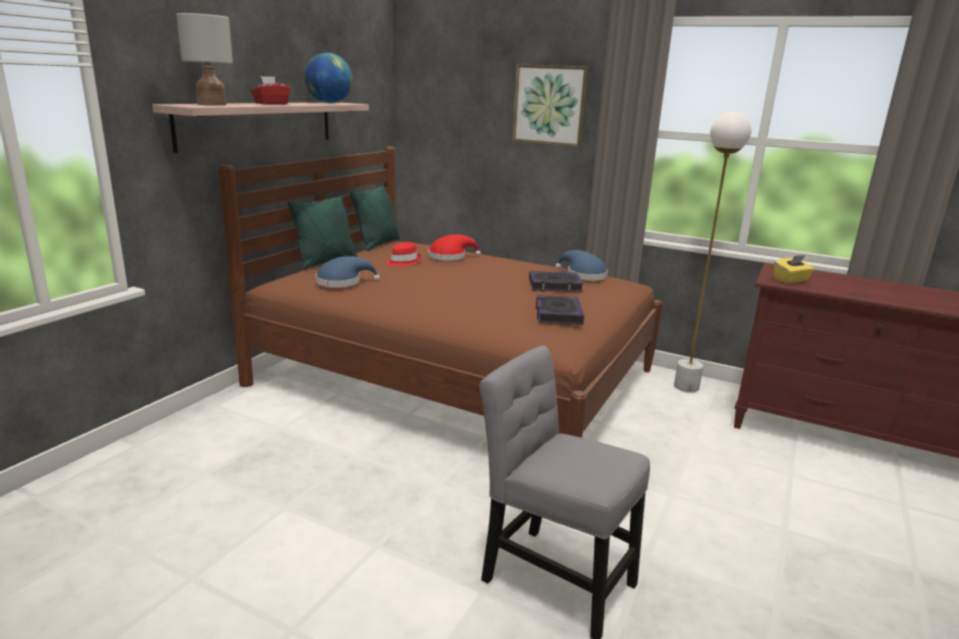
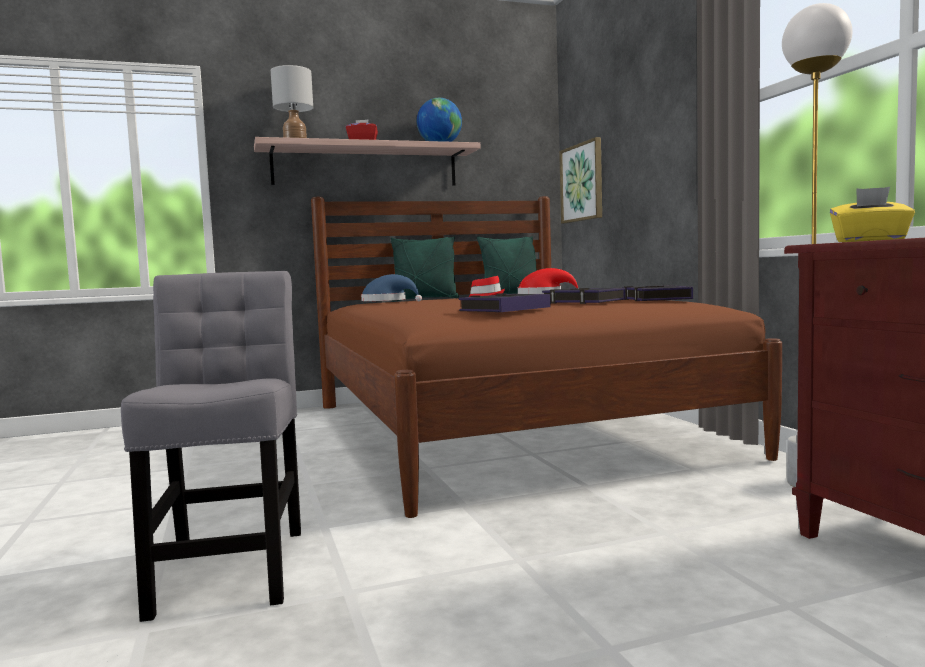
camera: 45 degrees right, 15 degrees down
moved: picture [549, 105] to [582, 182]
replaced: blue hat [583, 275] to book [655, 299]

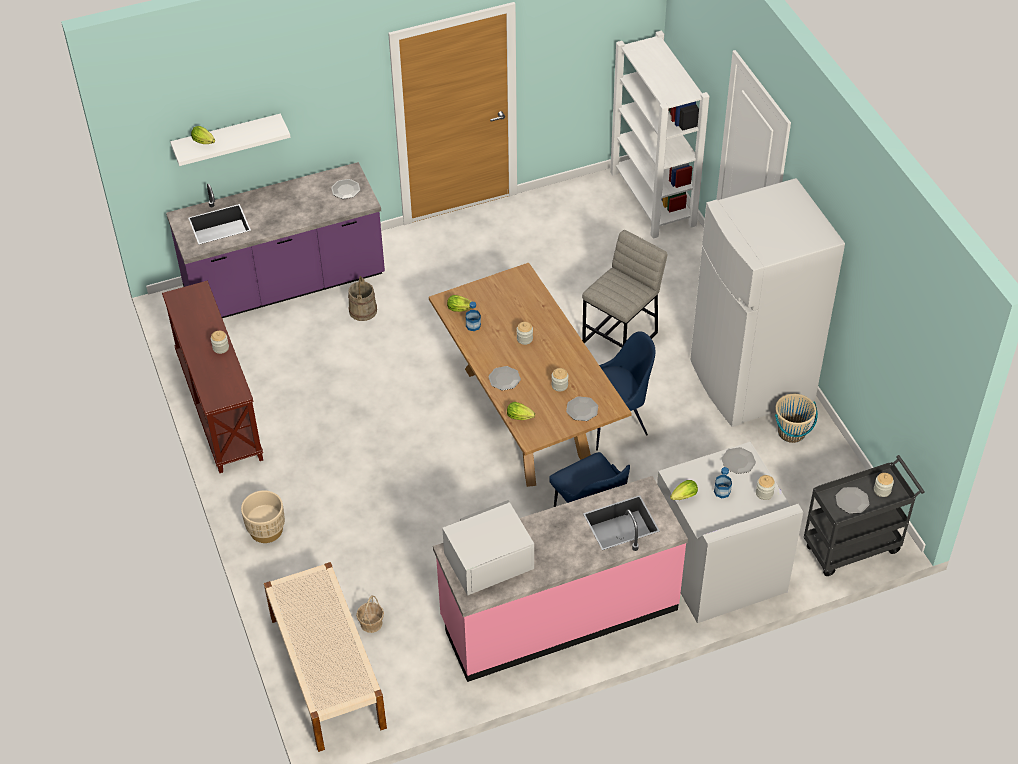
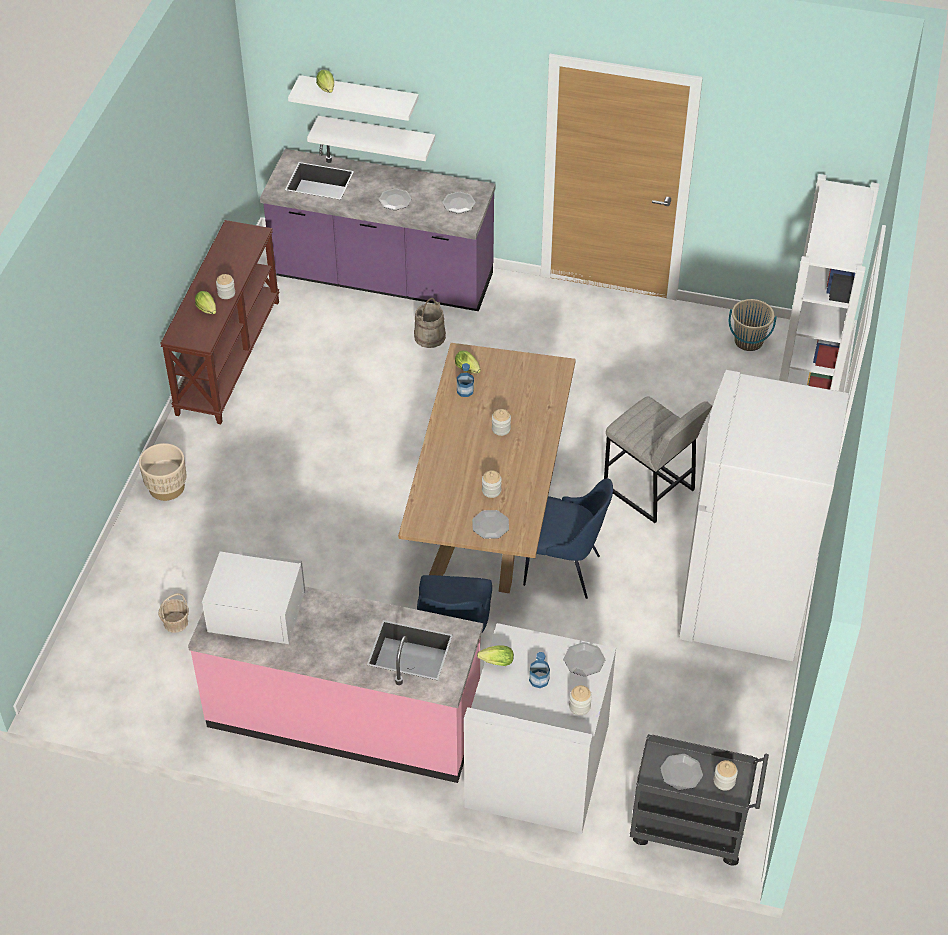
camera: 35 degrees right, 0 degrees up
removed: beige bench [326, 672]
added: white shelf [377, 137]
moved: lettuce [521, 417] to [208, 310]; plate [504, 379] to [395, 200]; beige bucket [791, 432] to [748, 341]
turned: grey chair [621, 336] = [650, 489] 60 degrees clockwise

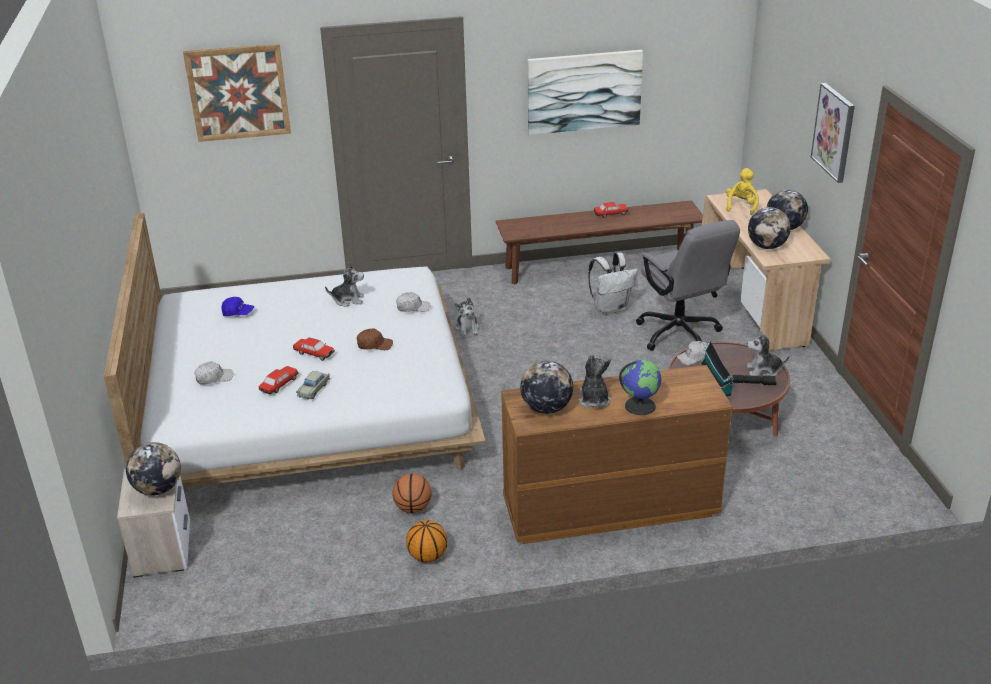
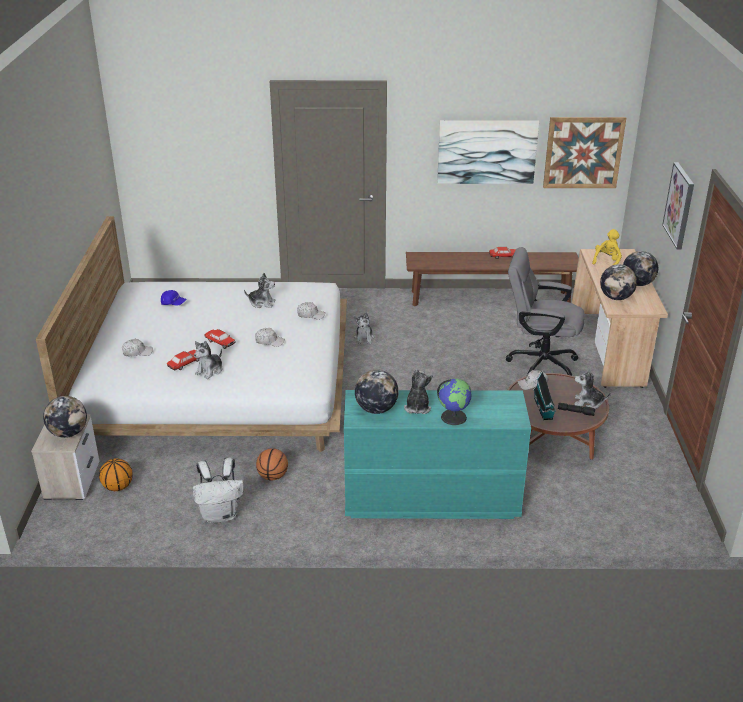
camera: 10 degrees right, 0 degrees up
moved: basketball [427, 556] to [118, 487]; white backpack [611, 308] to [221, 514]; picture [238, 92] to [583, 152]
replaced: beige toy car [314, 389] to plush toy [210, 370]
recoloured: brown cap [374, 345] to white cap [269, 341]; brown dresser [609, 508] to turquoise dresser [430, 499]
turned: grey office chair [681, 336] = [539, 365] 120 degrees clockwise

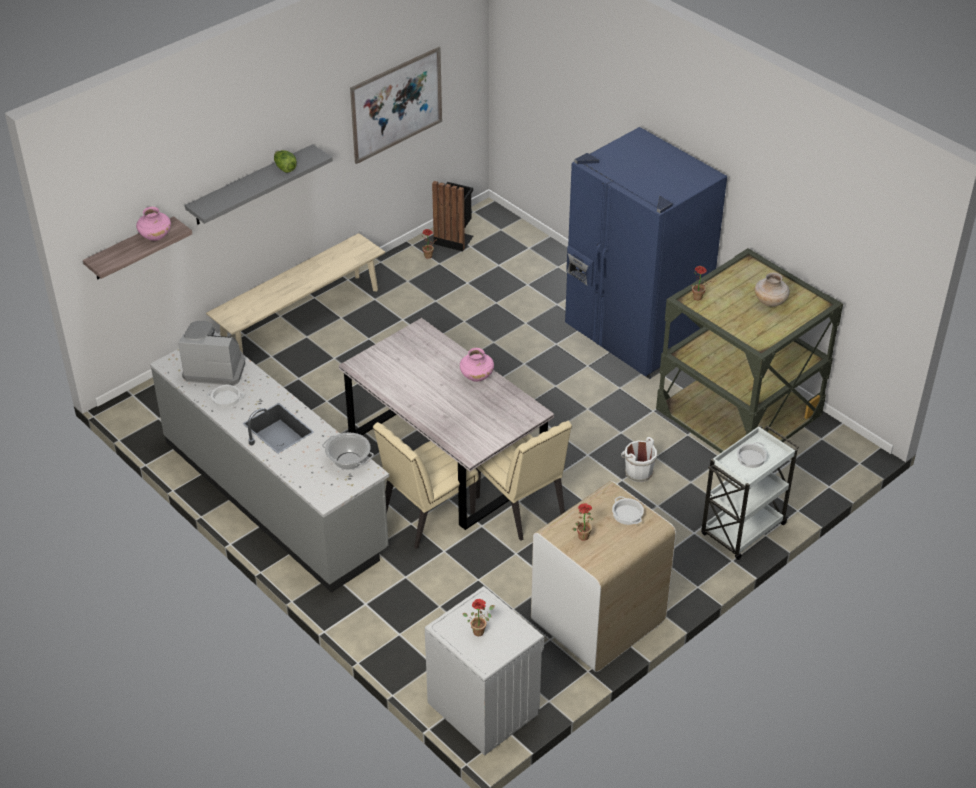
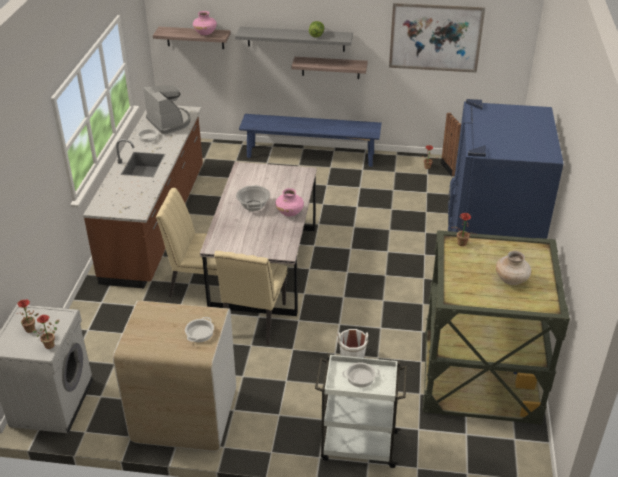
camera: 50 degrees right, 5 degrees down
added: shelf [330, 67]
moved: potted plant [582, 535] to [51, 344]; cooking pot [348, 461] to [253, 206]
recoloured: grey counter [275, 496] to brown counter [157, 222]; beige bench [301, 318] to blue bench [310, 155]

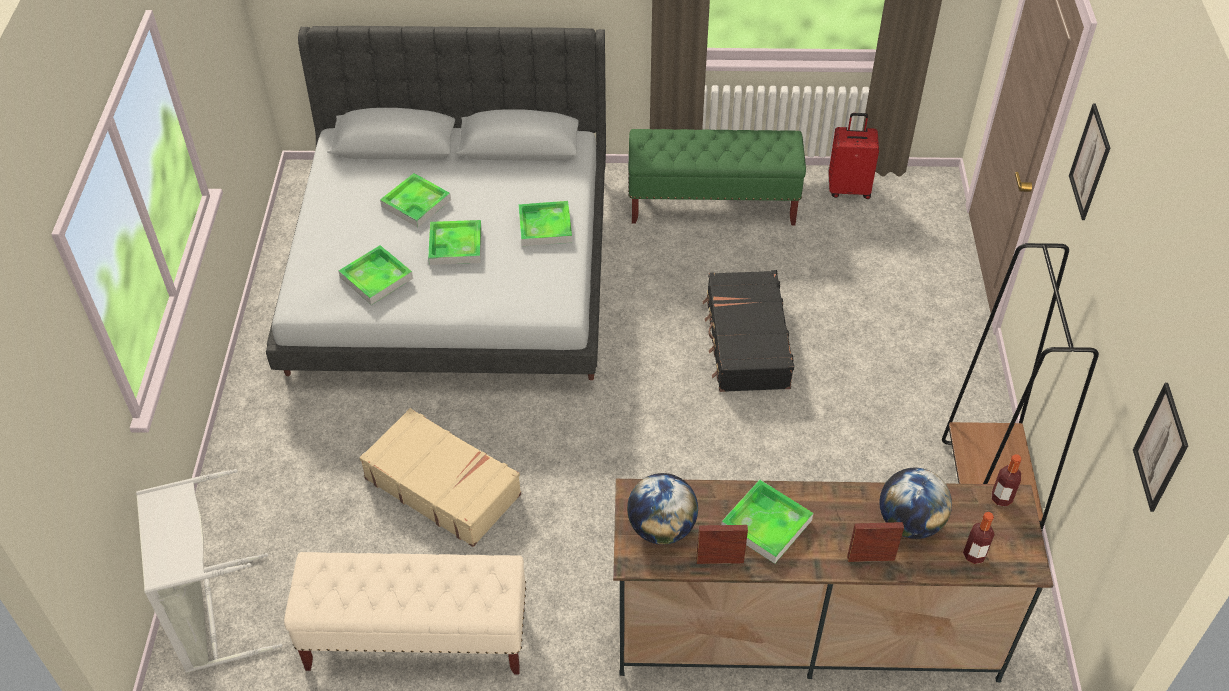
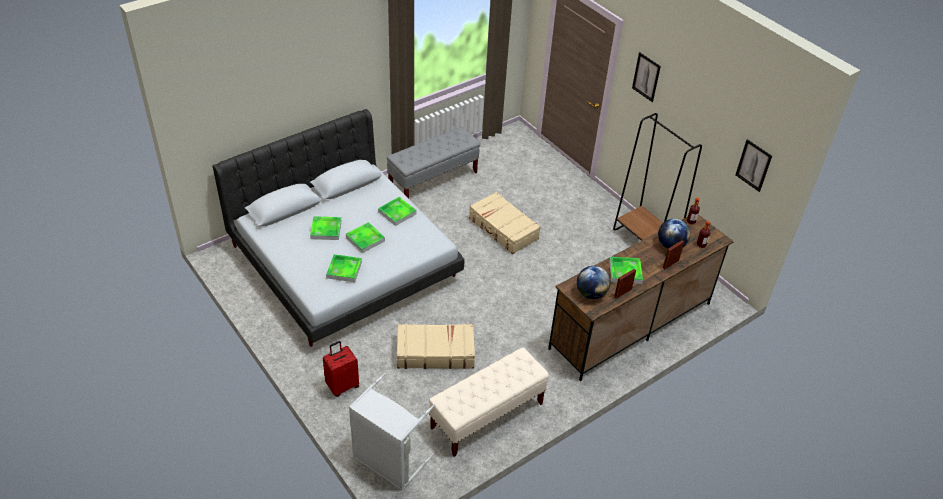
camera: 40 degrees left, 5 degrees down
moved: red suitcase [849, 188] to [342, 386]
recoloured: green bench [713, 204] to grey bench [433, 179]; black suitcase [746, 341] to beige suitcase [503, 229]

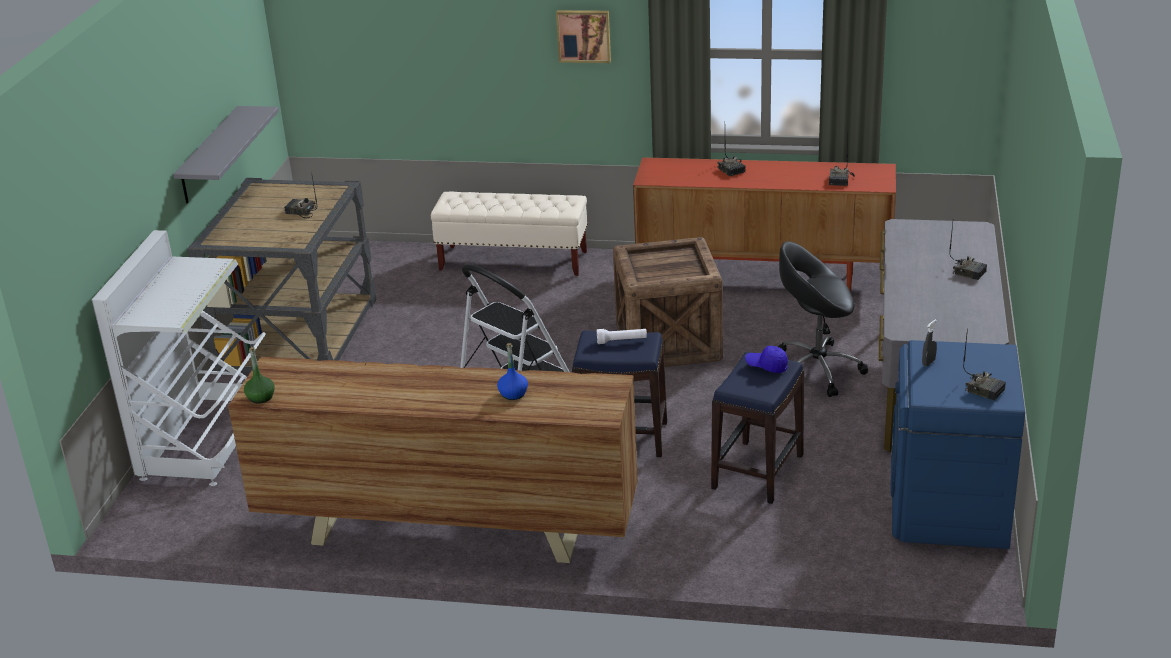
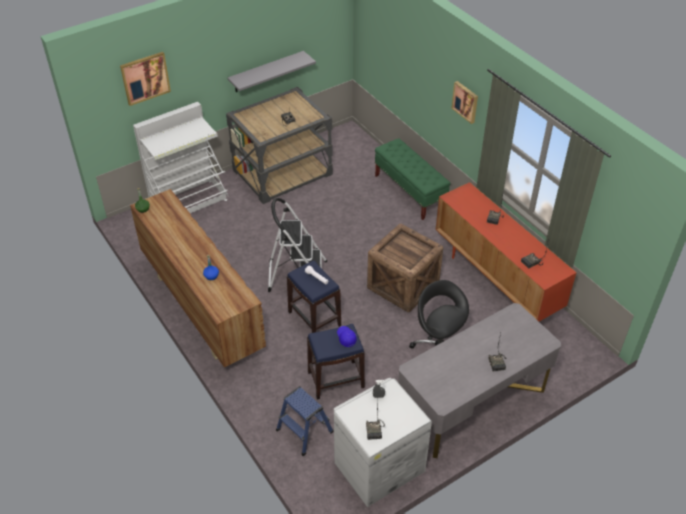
camera: 45 degrees right, 15 degrees up
added: picture [145, 78]; blue step ladder [305, 431]
recoloured: blue washing machine [947, 507] to white washing machine [376, 465]; beige bench [513, 261] to green bench [410, 192]

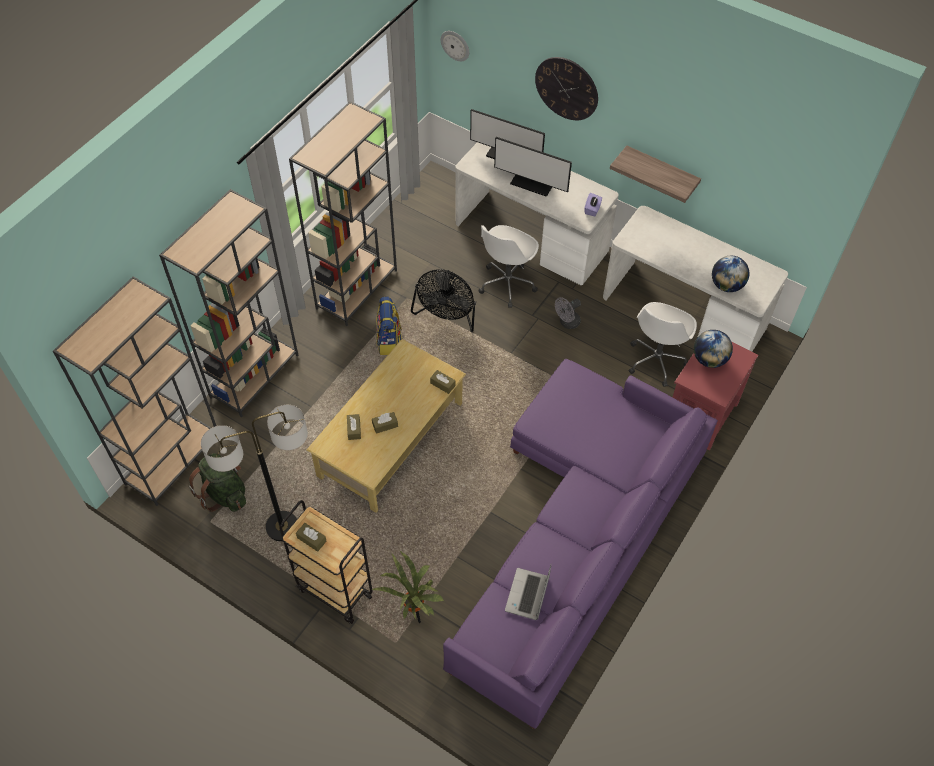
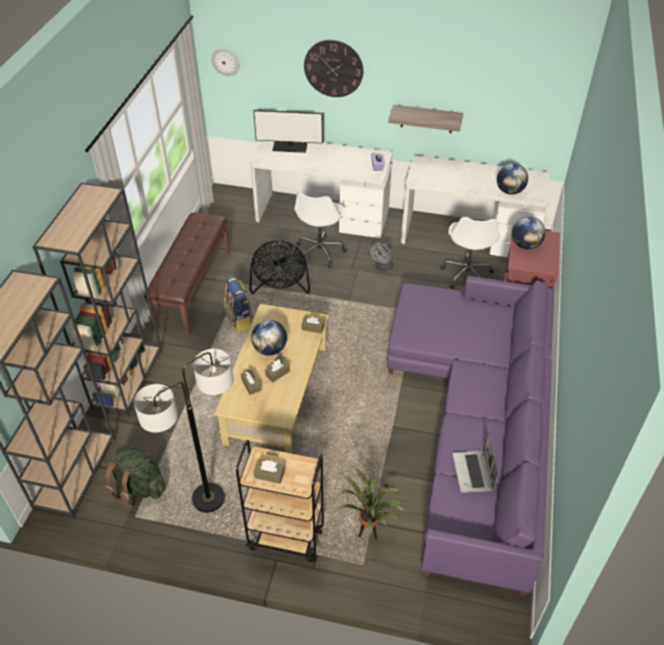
camera: 20 degrees left, 10 degrees down
removed: monitor [531, 184]
added: globe [270, 349]
replaced: bookcase [356, 289] to brown bench [193, 288]

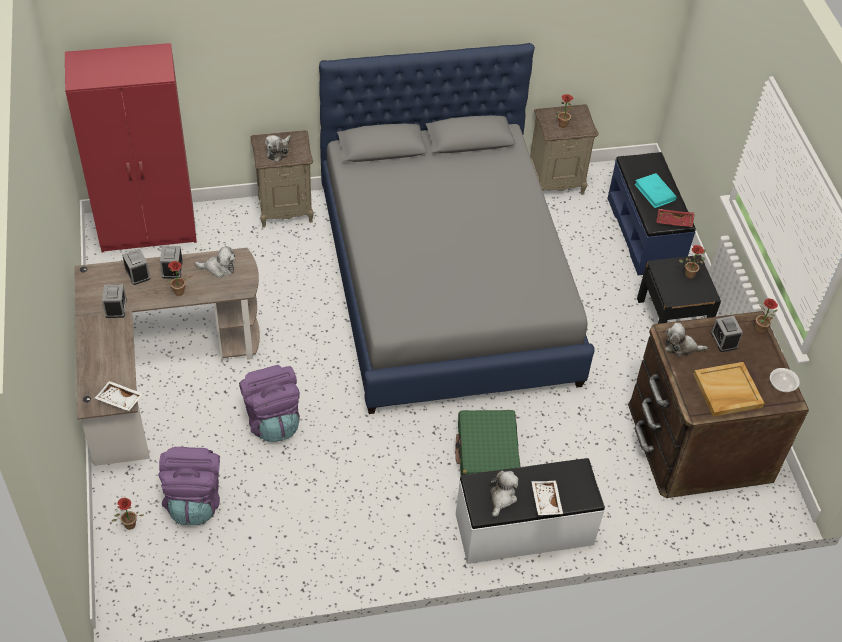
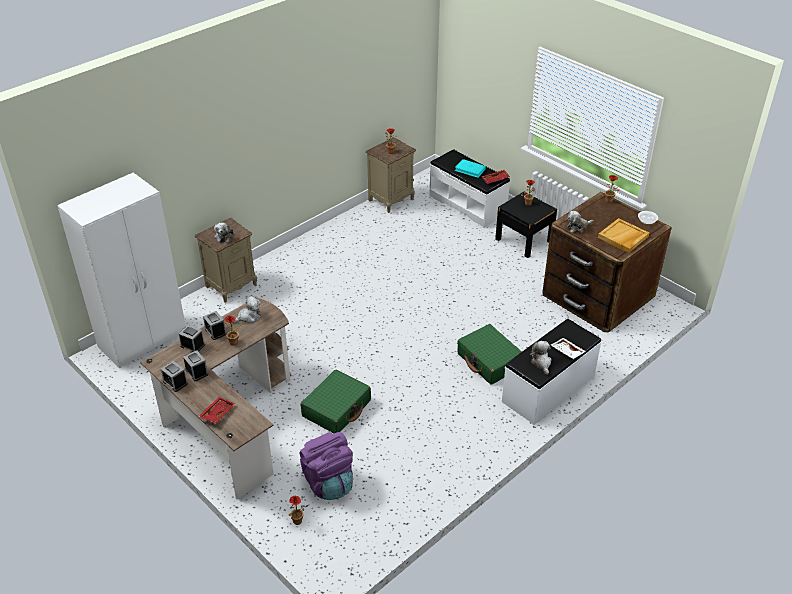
camera: 30 degrees left, 10 degrees down
removed: white tray [119, 400]; grey bed [445, 283]
added: red tray [217, 413]
moved: alarm clock [723, 340] to [175, 382]
replaced: purple backpack [272, 419] to green suitcase [337, 408]
recoloured: red wardrobe [149, 230] to white wardrobe [143, 339]; blue bench [645, 233] to white bench [468, 204]

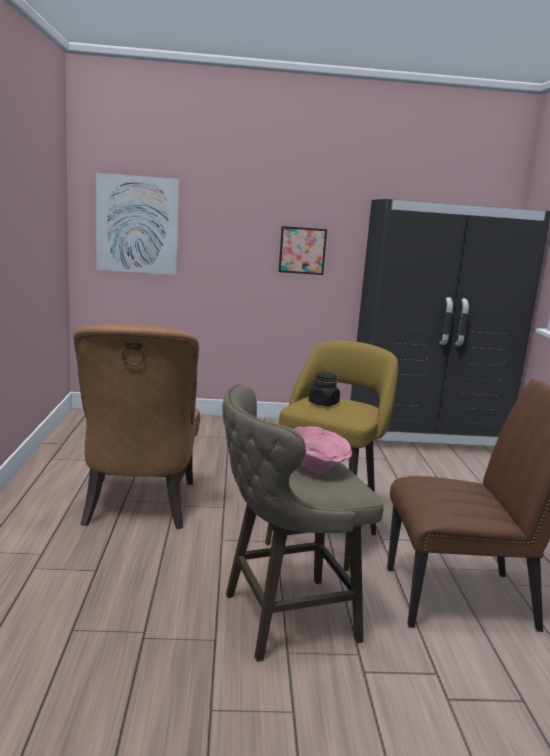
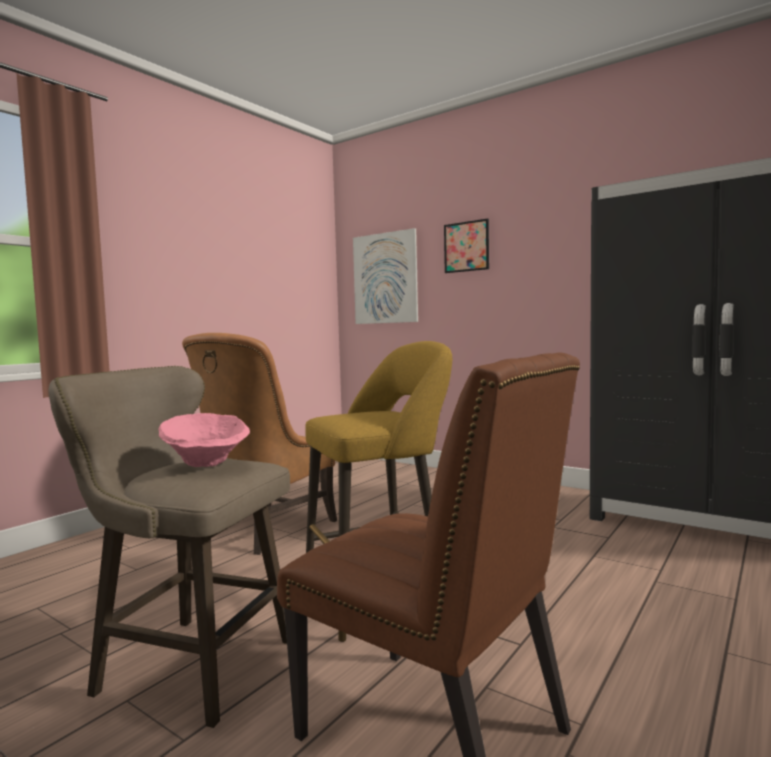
camera: 40 degrees right, 10 degrees down
removed: black jar [323, 403]
moved: picture [302, 250] to [466, 246]

